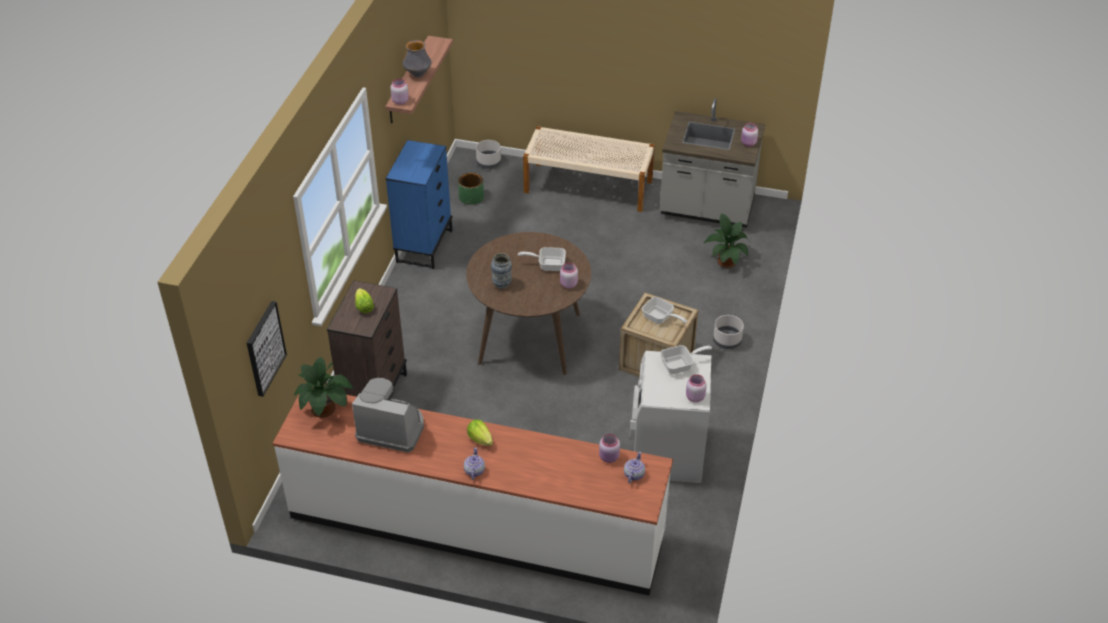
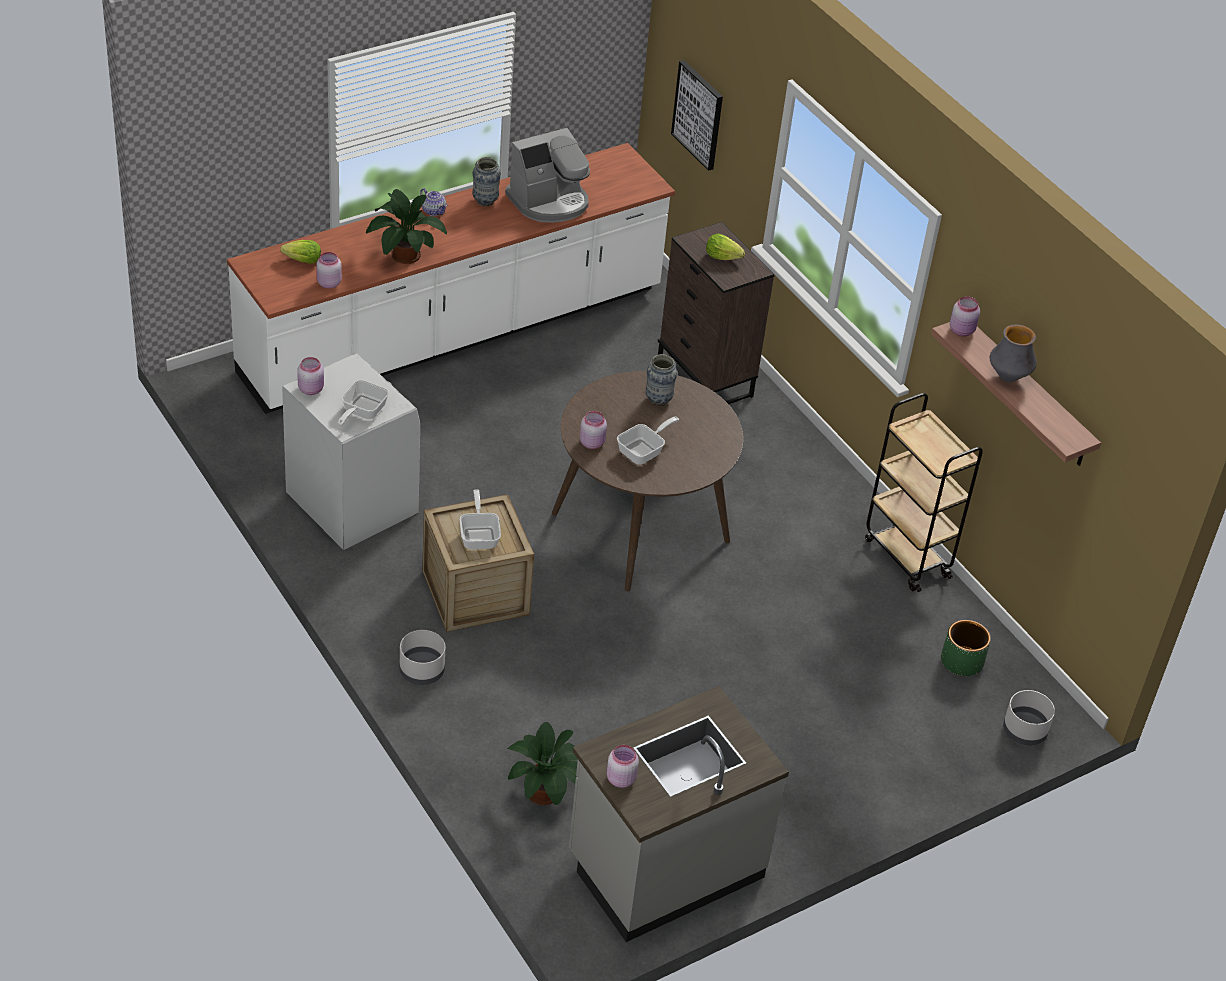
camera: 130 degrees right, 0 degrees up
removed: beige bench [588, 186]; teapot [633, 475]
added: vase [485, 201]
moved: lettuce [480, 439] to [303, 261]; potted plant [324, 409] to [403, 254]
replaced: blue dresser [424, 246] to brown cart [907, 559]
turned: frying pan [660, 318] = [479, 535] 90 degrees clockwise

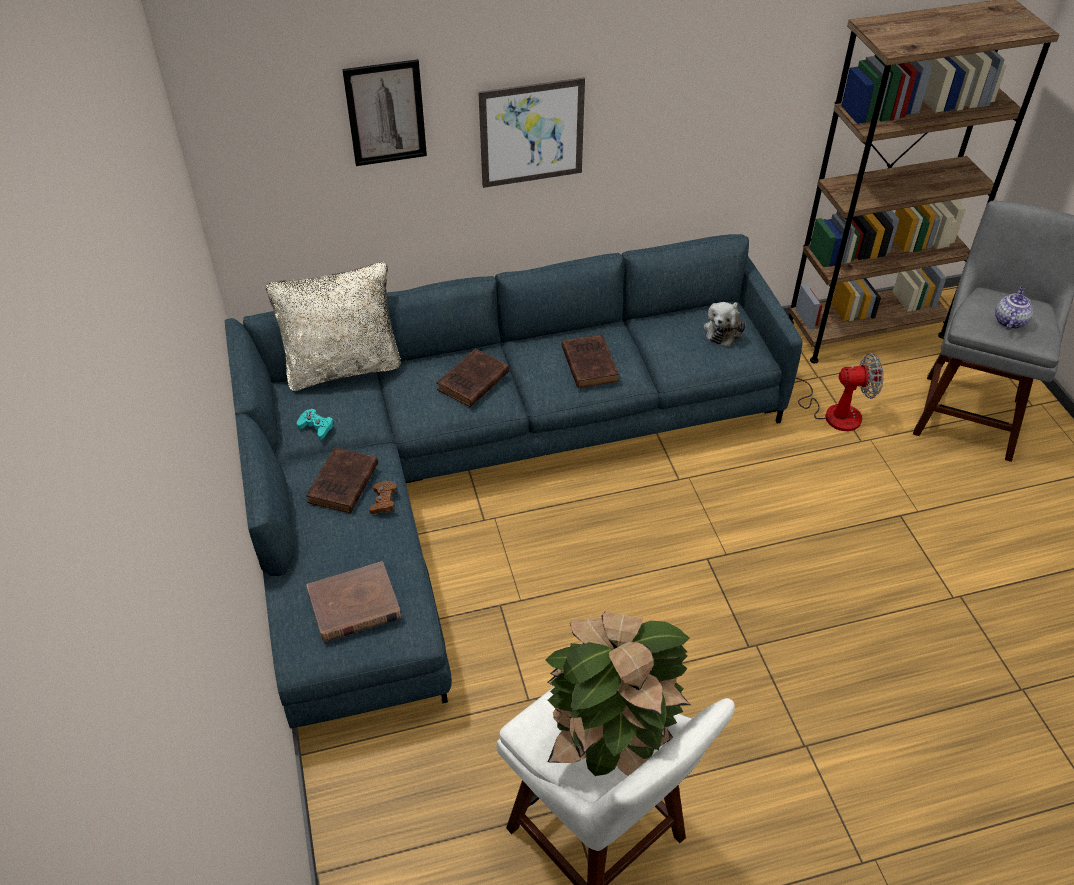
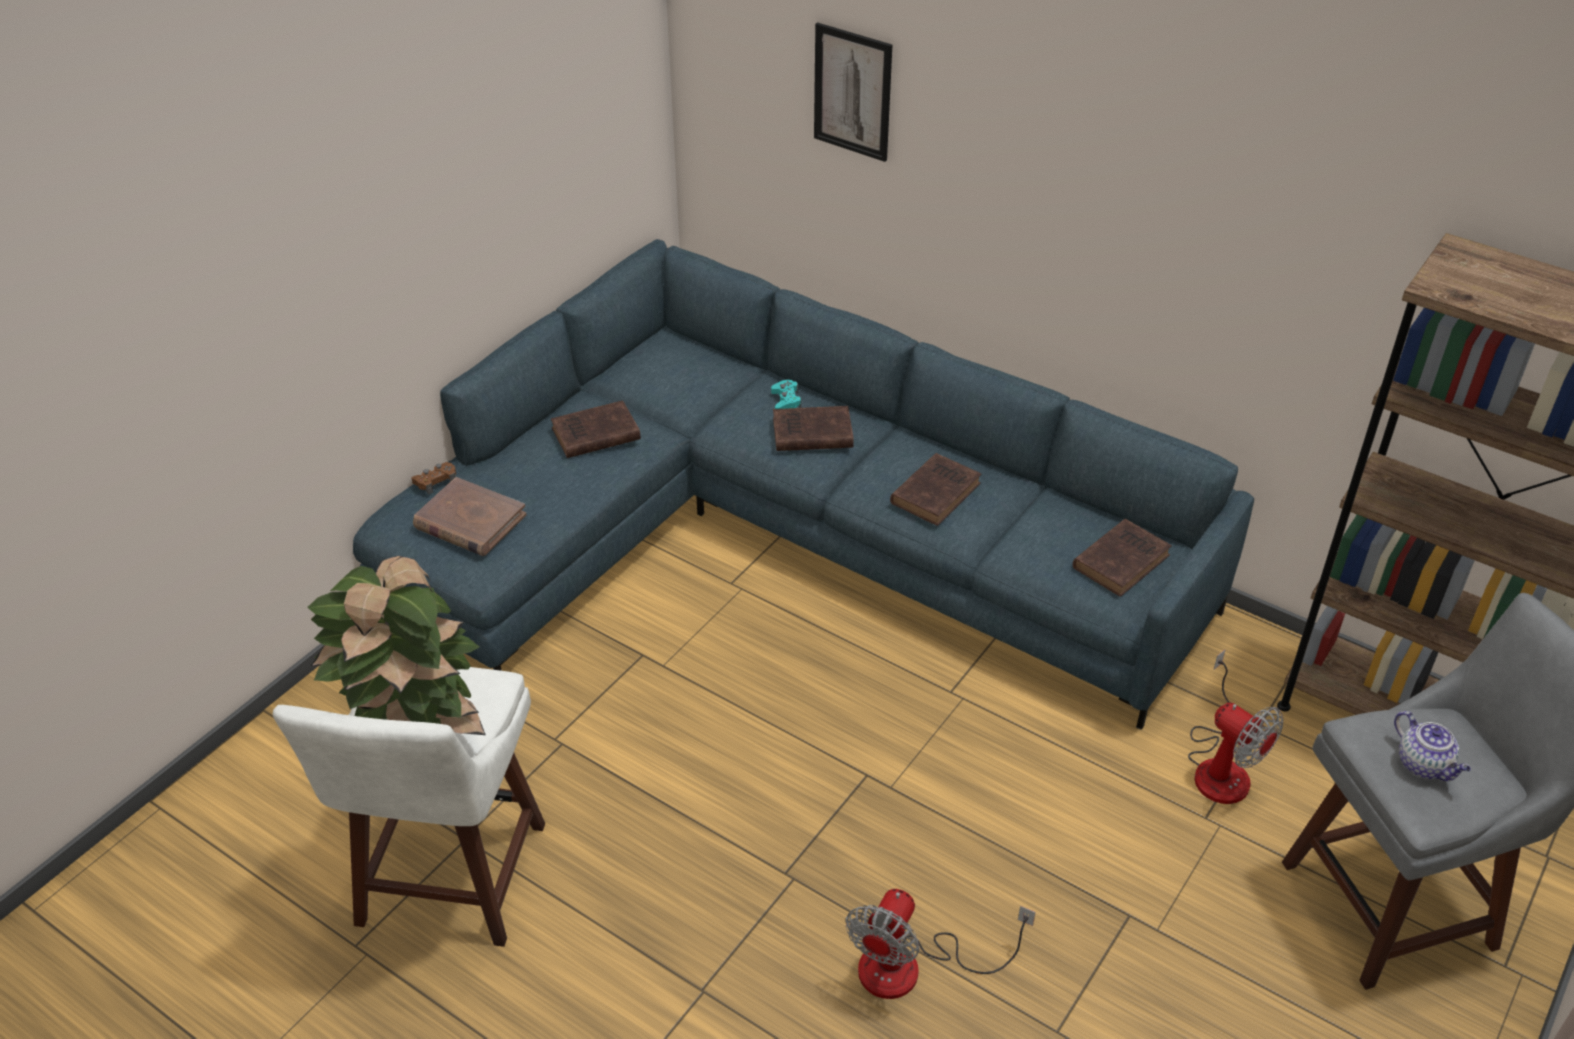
camera: 50 degrees right, 5 degrees down
removed: beige pillow [345, 370]; picture [531, 133]
added: fan [911, 968]
moved: brown game controller [384, 501] to [436, 481]; turquoise game controller [316, 427] to [786, 401]
replaced: plush toy [723, 330] to brown book [1122, 560]
turned: teapot [1009, 321] = [1424, 765] 75 degrees clockwise

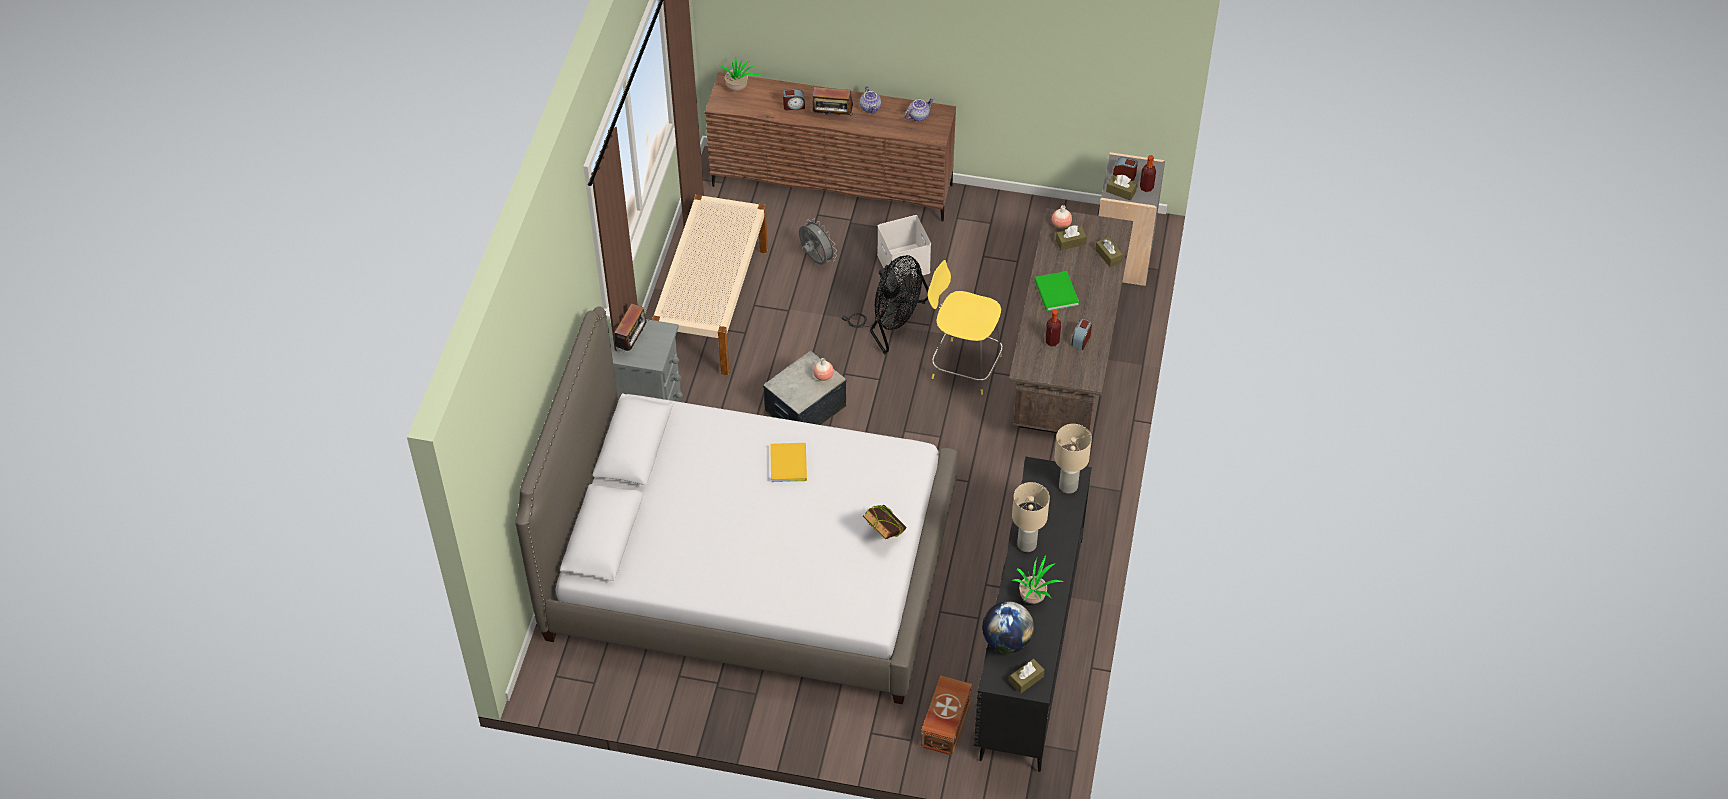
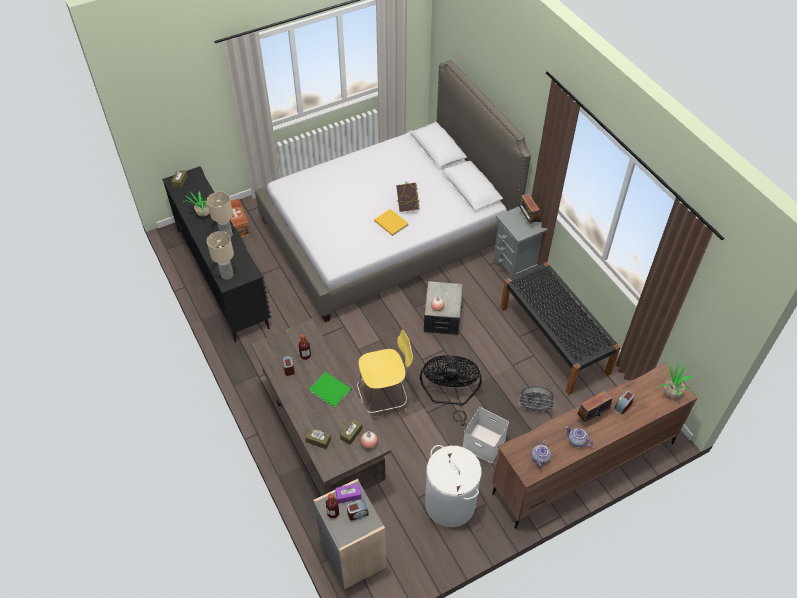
camera: 140 degrees right, 0 degrees up
removed: globe [1006, 641]
added: white laundry basket [450, 504]
moved: book [884, 534] to [407, 206]
recoloured: brown tissue box [1121, 191] to purple tissue box [348, 495]; beige bench [712, 304] to black bench [554, 340]
turned: black fan [889, 323] = [451, 396] 105 degrees clockwise

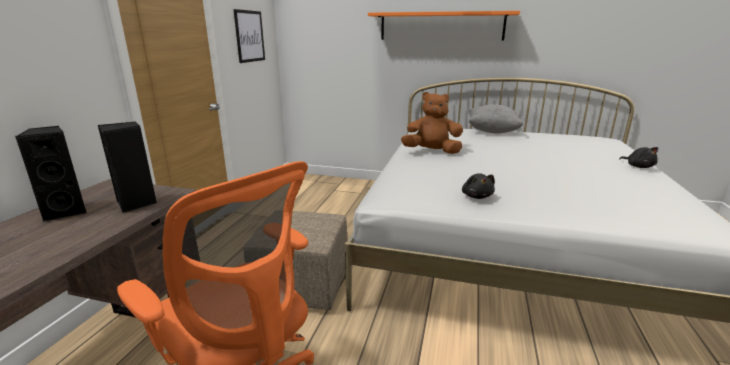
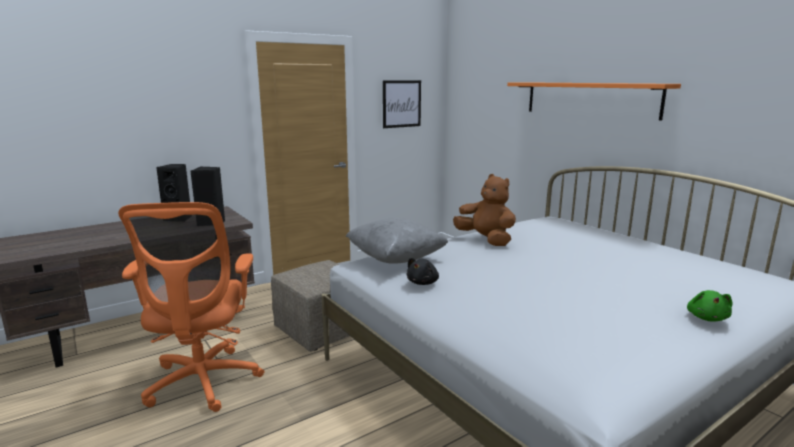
camera: 40 degrees right, 5 degrees down
moved: grey pillow [492, 131] to [396, 258]
recoloured: black plush toy [638, 166] to green plush toy [707, 318]

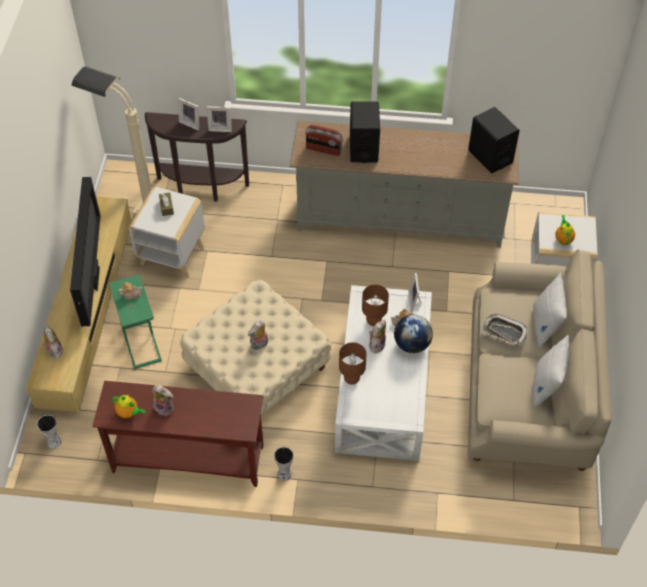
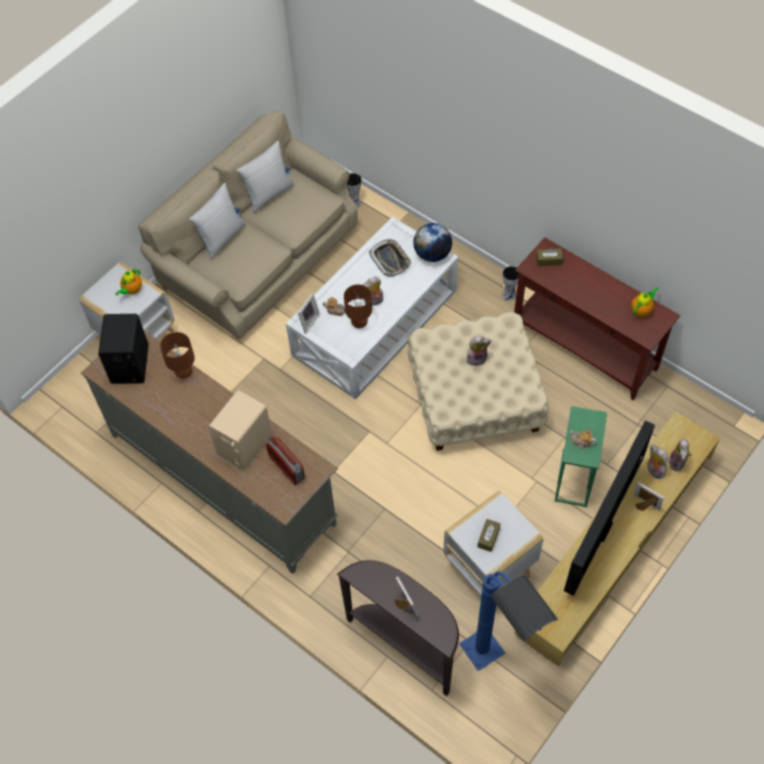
camera: 145 degrees left, 5 degrees up
added: brown tissue box [548, 260]
moved: brown table lamp [352, 379] to [183, 372]; vase [53, 441] to [354, 203]; tray [504, 332] to [390, 260]; globe [412, 344] to [432, 254]; picture frame [220, 128] to [644, 506]; plush toy [165, 408] to [653, 470]
recoloured: black speaker [363, 148] to beige speaker [244, 445]; beige floor lamp [134, 204] to blue floor lamp [496, 669]
turned: teapot [129, 413] = [641, 310] 75 degrees clockwise

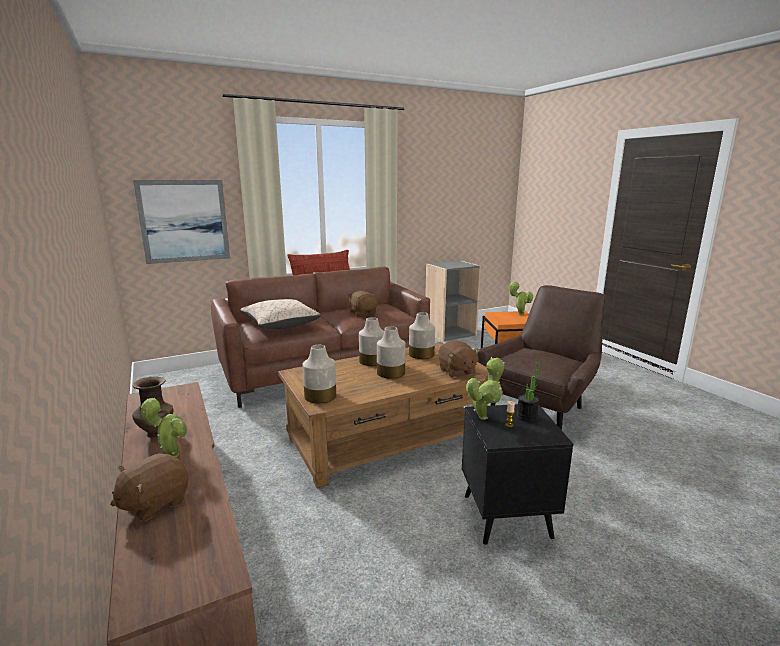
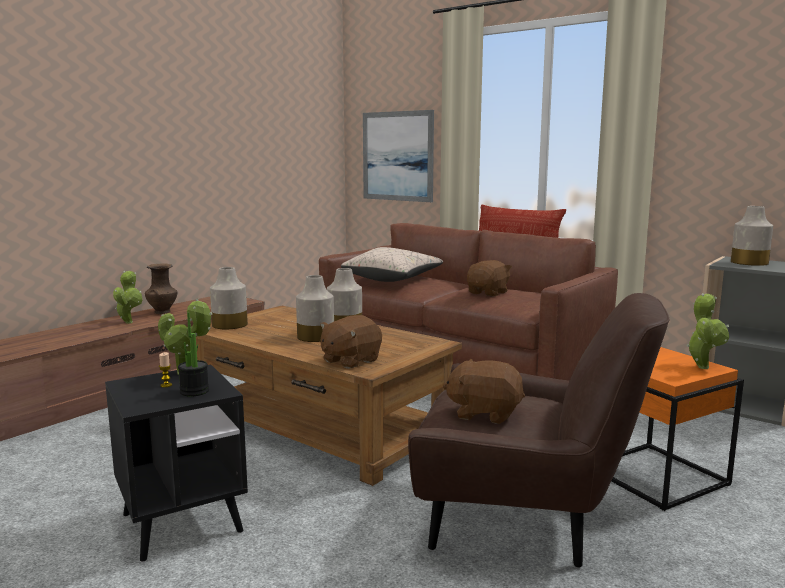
camera: 65 degrees right, 5 degrees down
moved: brown plush toy [154, 503] to [484, 413]; beige vase [421, 354] to [749, 262]

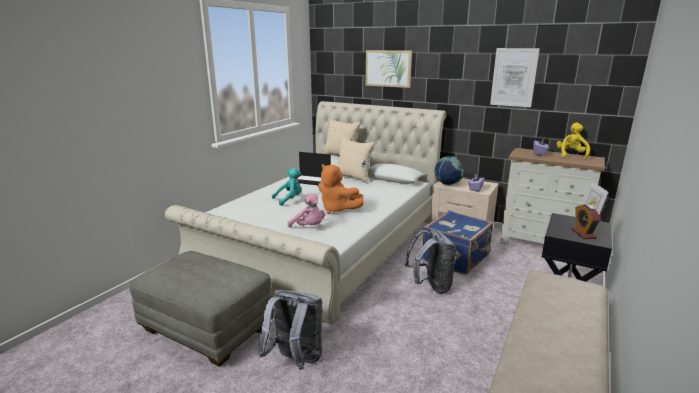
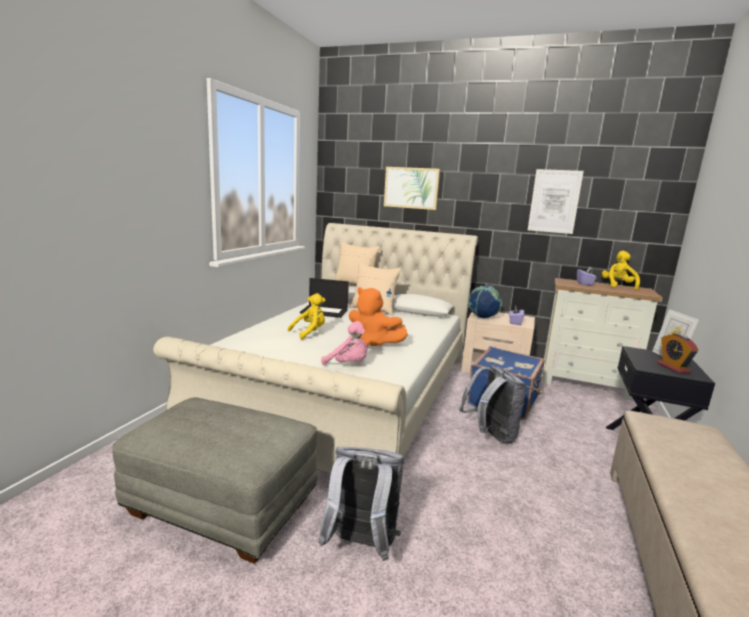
camera: 10 degrees left, 5 degrees down
recoloured: turquoise plush toy [289, 200] to yellow plush toy [309, 332]

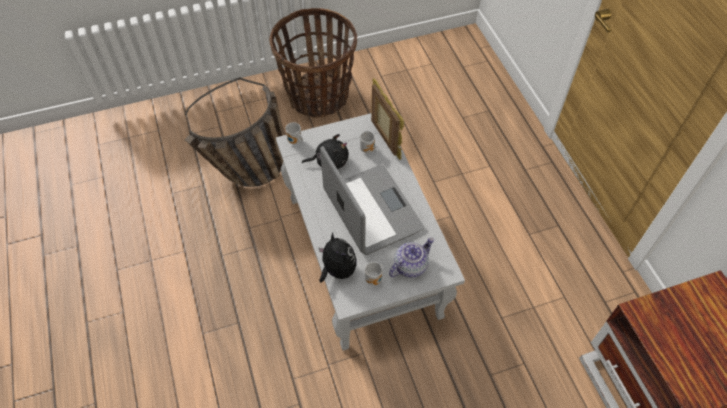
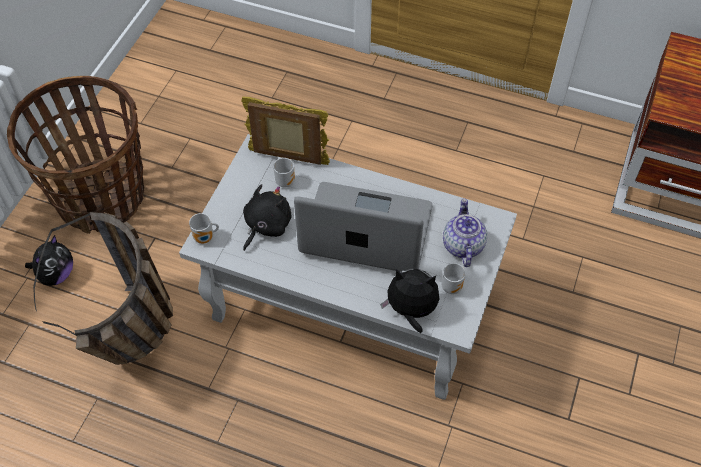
camera: 50 degrees left, 0 degrees up
added: plush toy [56, 274]

